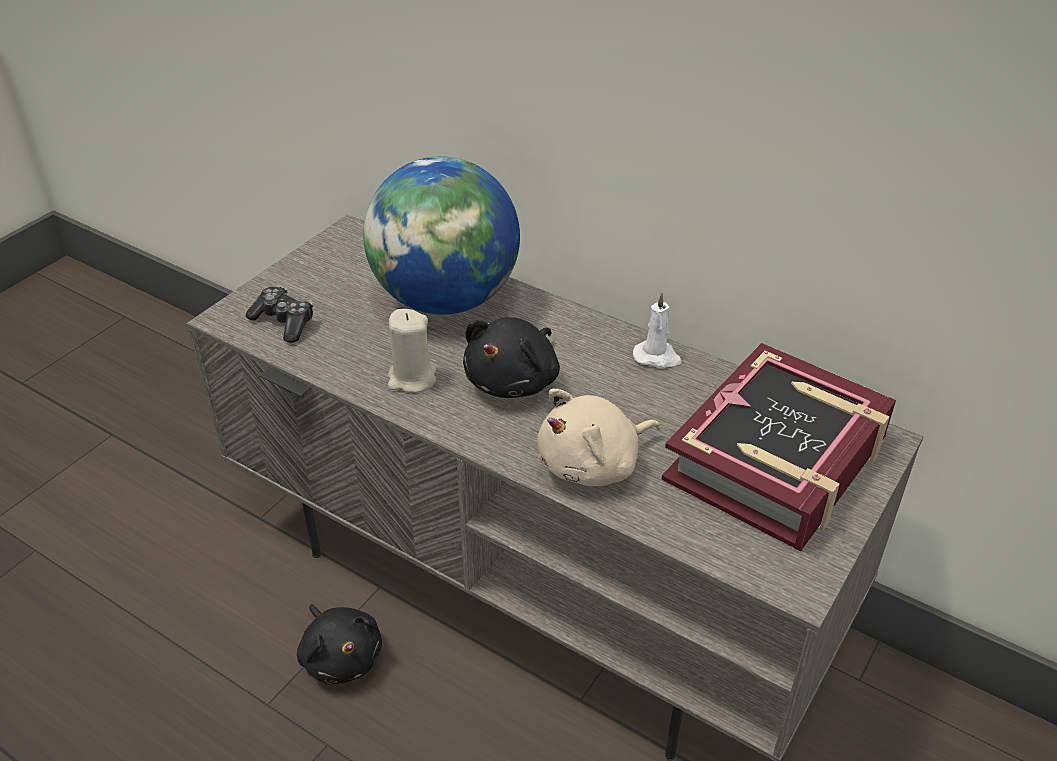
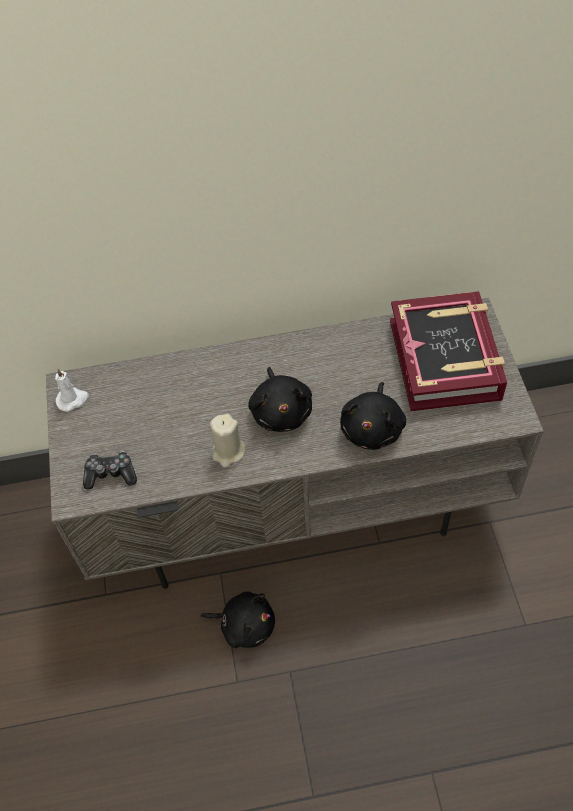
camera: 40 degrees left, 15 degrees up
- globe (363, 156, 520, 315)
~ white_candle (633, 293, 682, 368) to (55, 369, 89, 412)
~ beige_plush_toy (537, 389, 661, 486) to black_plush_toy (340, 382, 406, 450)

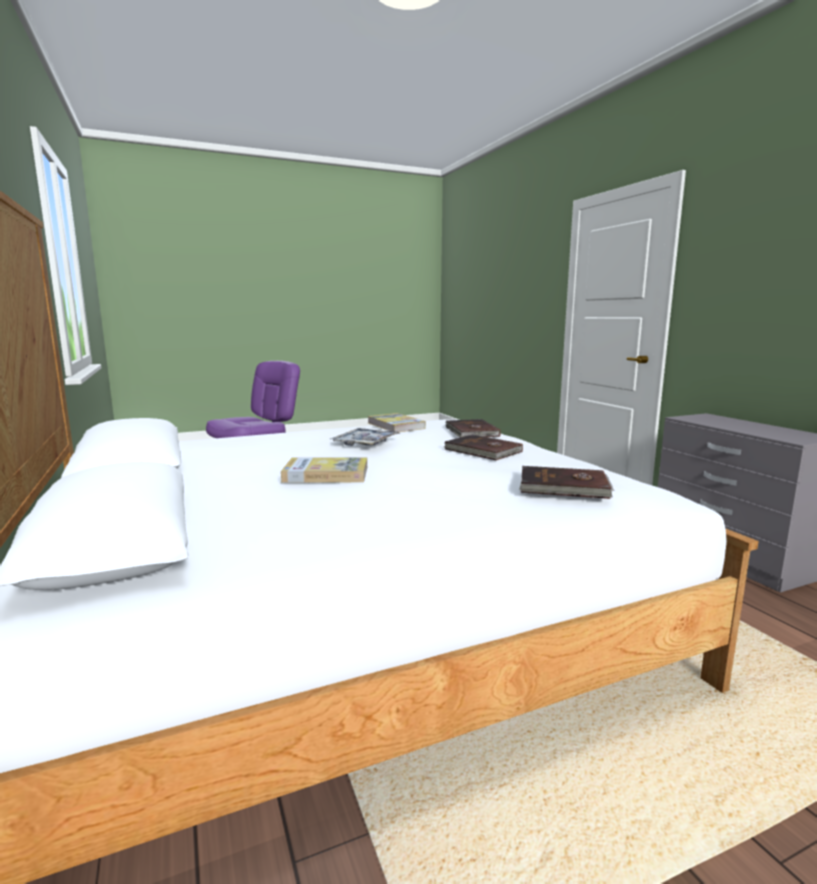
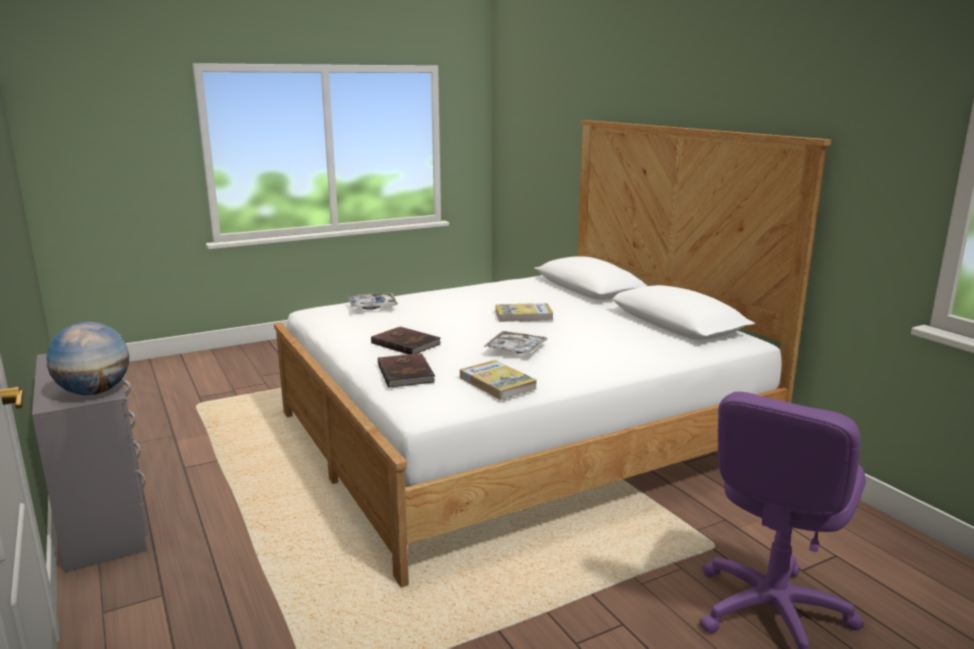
camera: 175 degrees right, 5 degrees up
+ globe (46, 322, 129, 395)
~ brown_book (519, 466, 614, 499) to tray (348, 293, 398, 310)

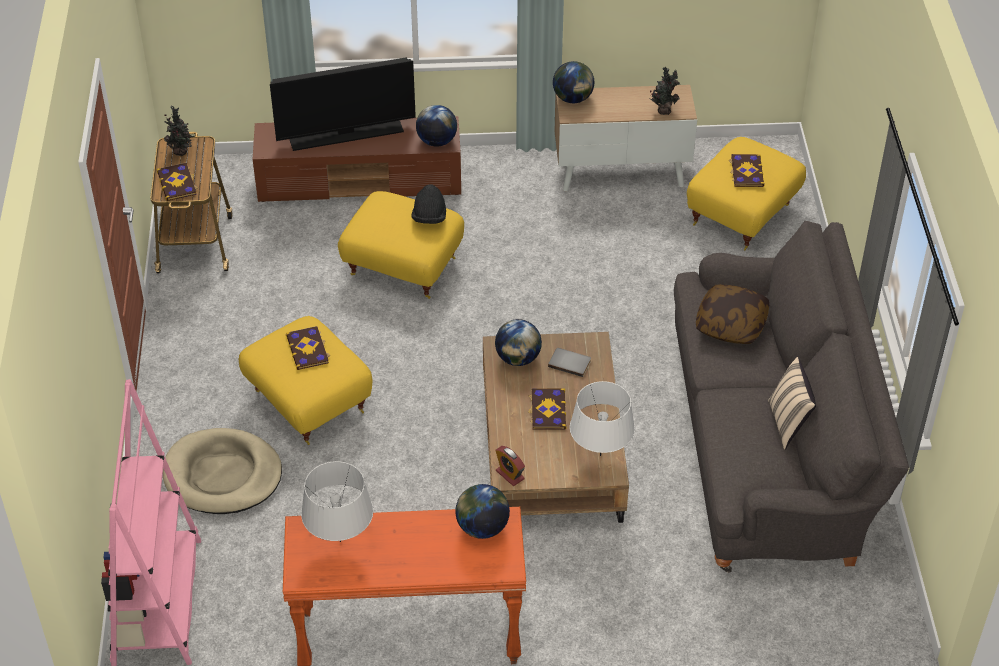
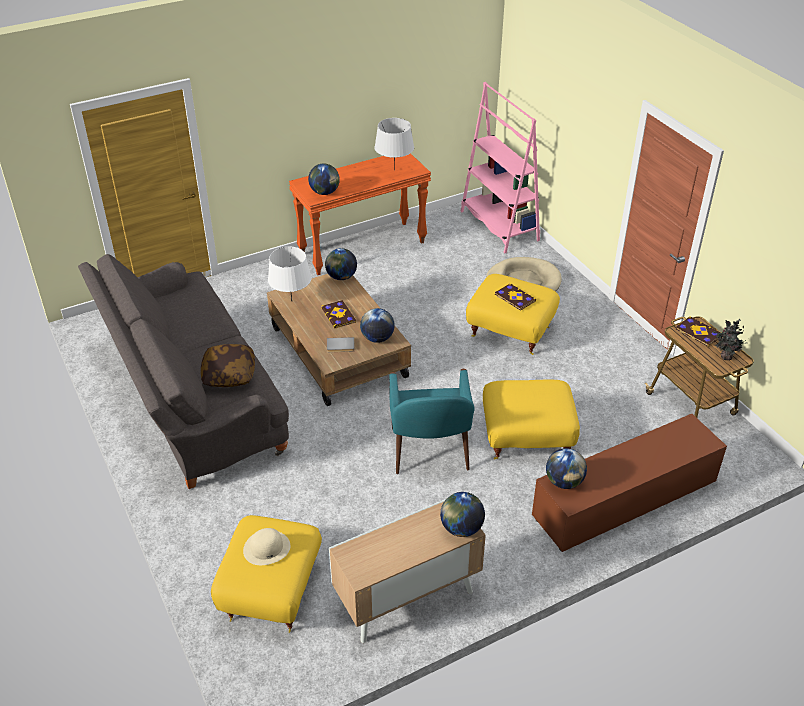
camera: 155 degrees right, 5 degrees down
- television (270, 57, 416, 151)
- black_hat (412, 184, 446, 224)
- potted_plant (649, 67, 680, 115)
- beige_pillow (768, 357, 816, 450)
+ turquoise_armchair (389, 369, 475, 474)
~ alarm_clock (495, 446, 525, 486) to globe (325, 248, 357, 280)
~ book (729, 154, 765, 187) to beige_hat (243, 528, 290, 565)

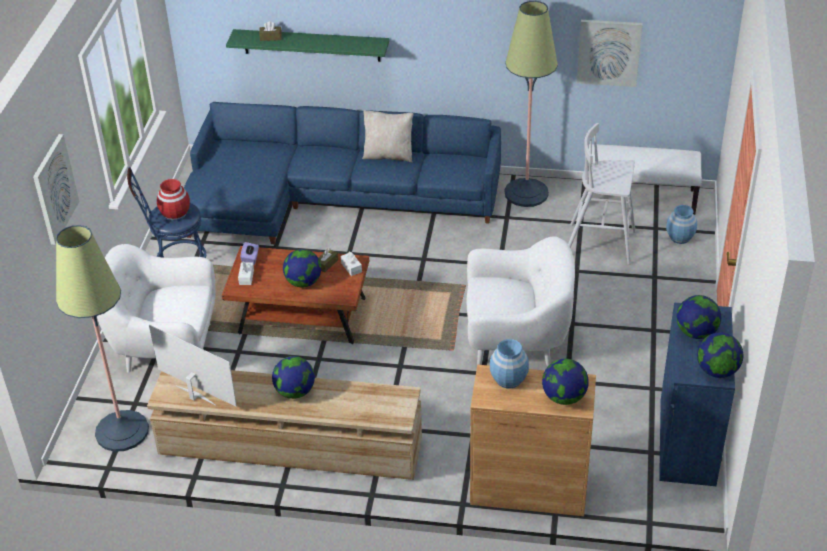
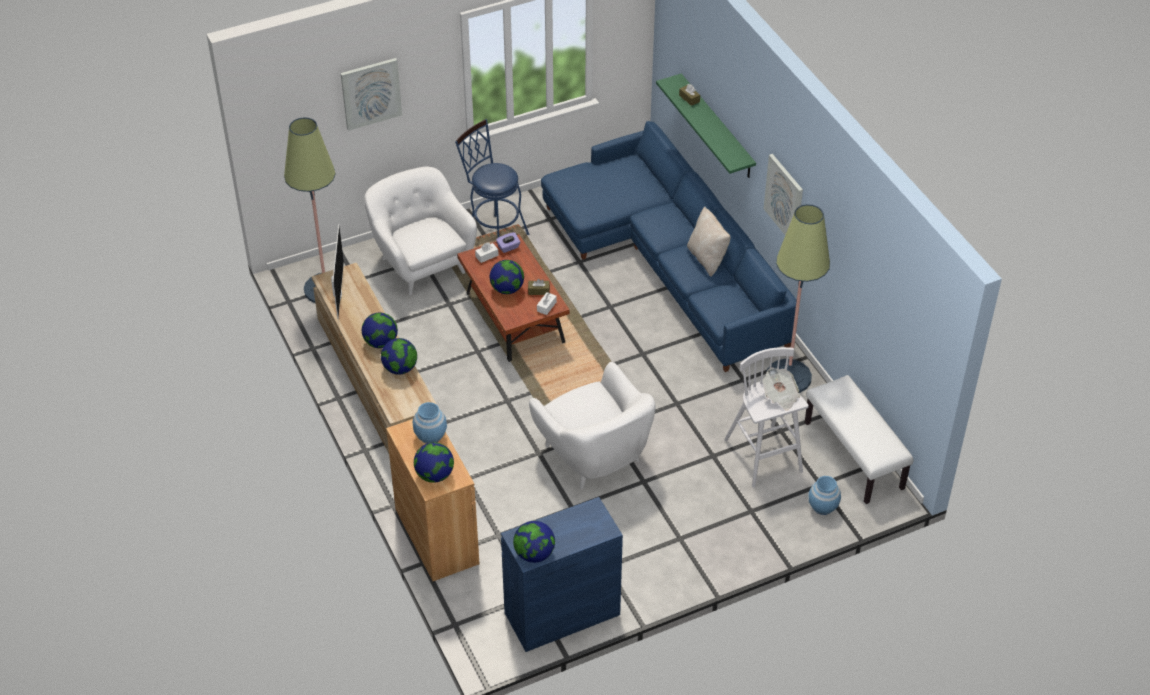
camera: 55 degrees right, 5 degrees up
- red_vase (157, 179, 190, 221)
+ newspaper (762, 367, 801, 411)
~ picture (577, 20, 643, 87) to (764, 154, 803, 235)
~ globe (676, 295, 721, 339) to (381, 338, 417, 375)

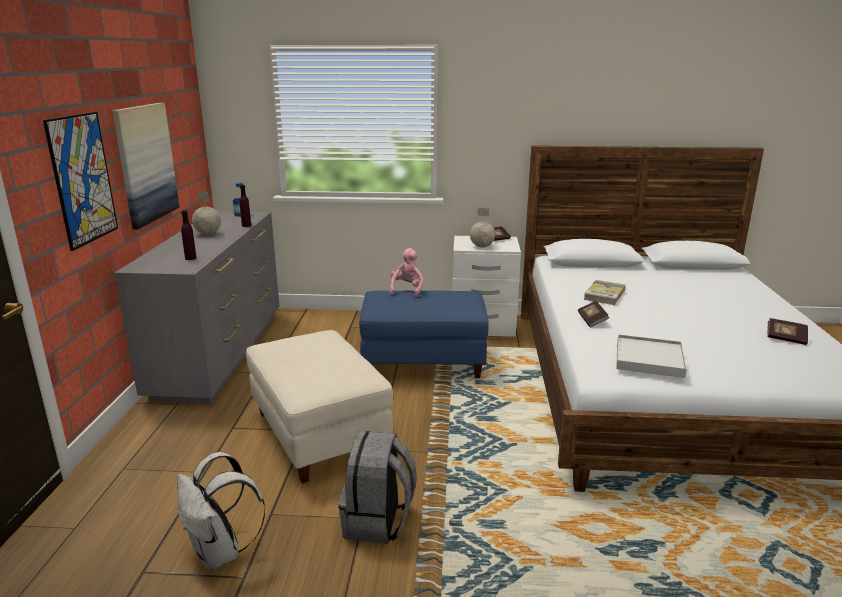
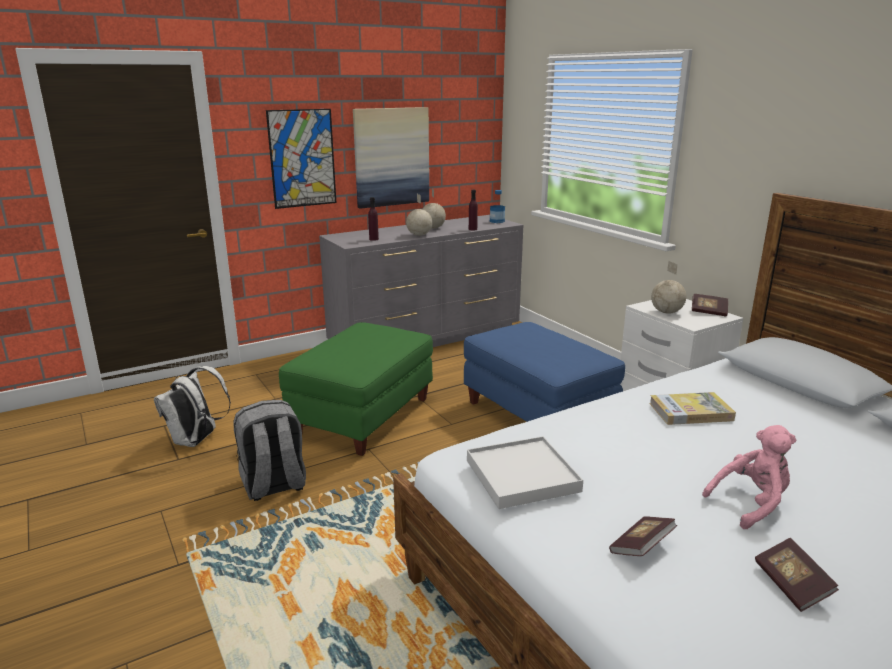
camera: 55 degrees right, 0 degrees up
+ globe (406, 194, 432, 236)
~ pink_plush_toy (389, 248, 424, 298) to (702, 425, 796, 529)
~ book (578, 301, 609, 328) to (609, 516, 677, 556)
~ beige_ottoman (246, 330, 393, 483) to green_ottoman (279, 322, 433, 456)

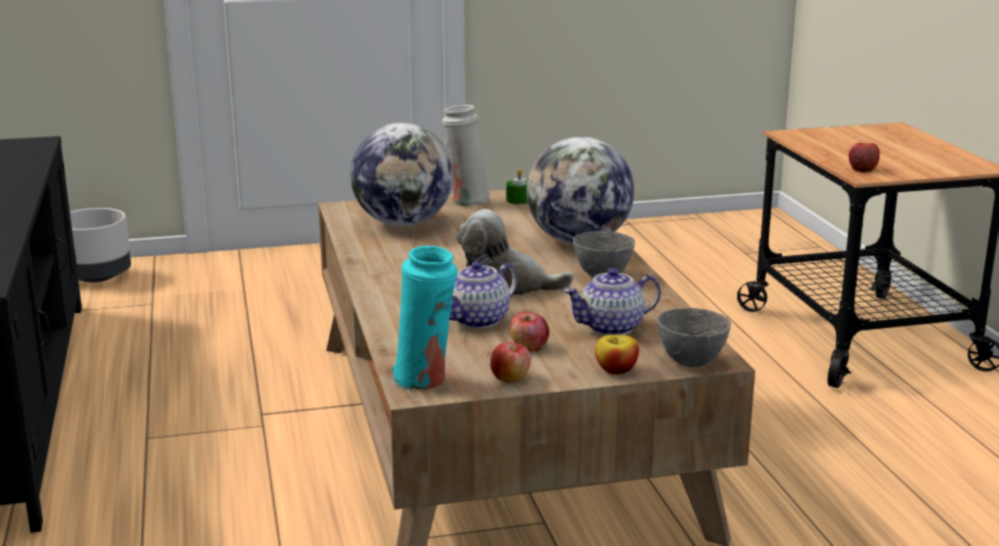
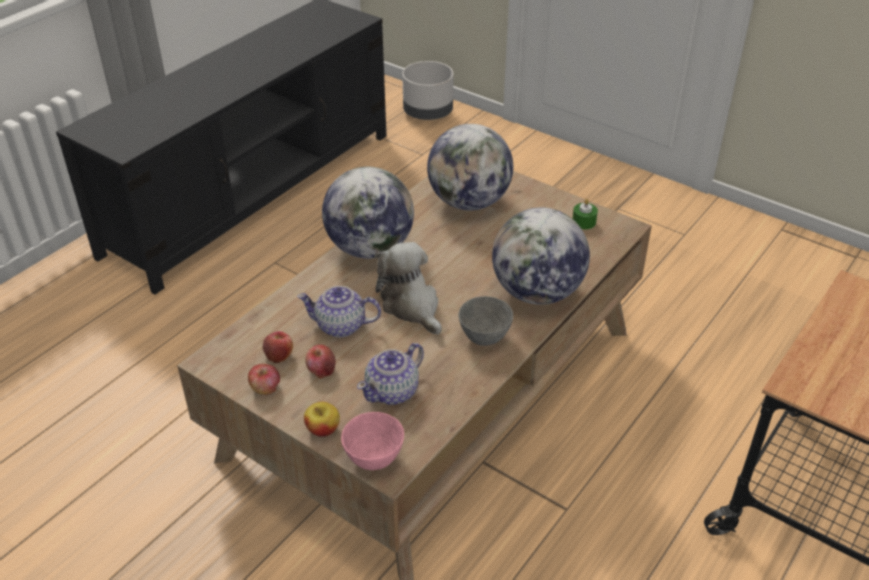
camera: 50 degrees right, 20 degrees up
- turquoise_vase (392, 246, 458, 389)
- white_vase (442, 105, 490, 207)
+ globe (322, 167, 414, 259)
~ apple (849, 143, 880, 172) to (263, 331, 293, 363)
~ grey_bowl (657, 308, 731, 367) to pink_bowl (341, 412, 404, 470)
~ teapot (563, 268, 661, 336) = (357, 343, 424, 405) 75 degrees counterclockwise

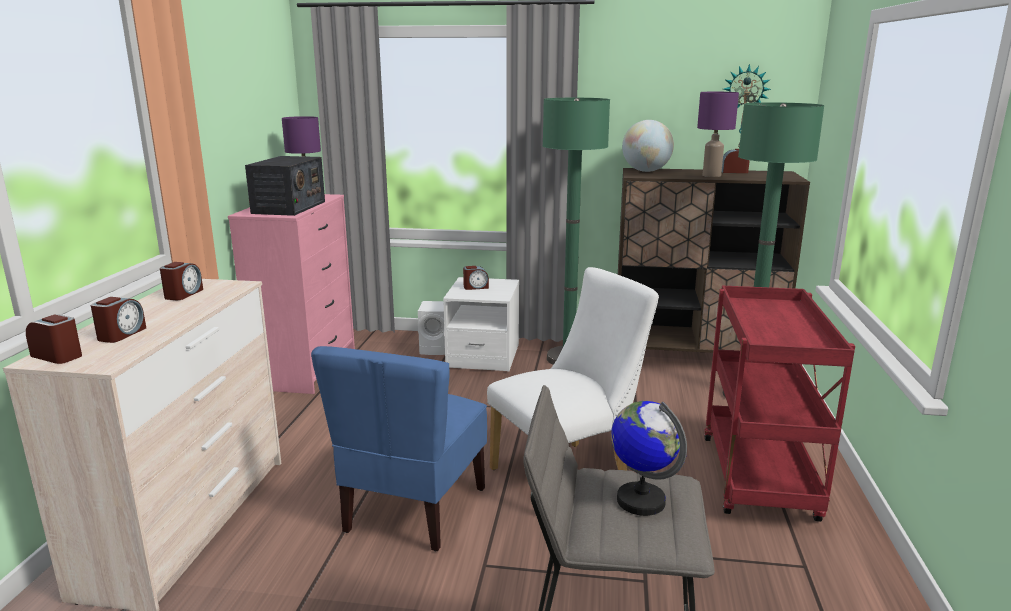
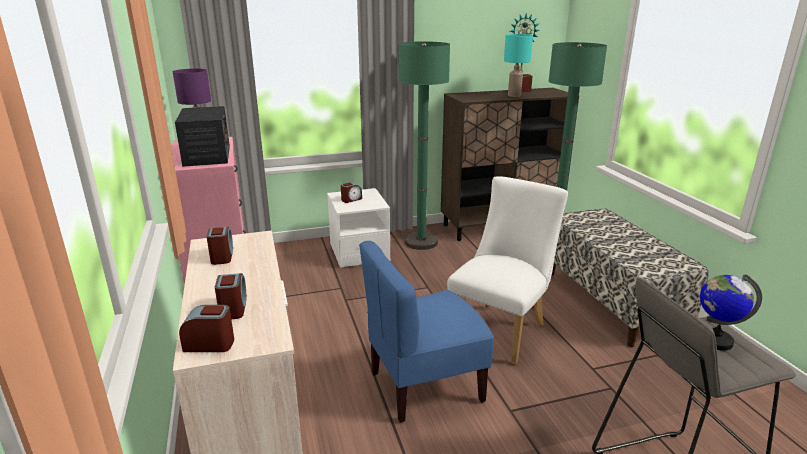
camera: 25 degrees left, 5 degrees up
- white_speaker (418, 301, 445, 355)
- globe (622, 120, 674, 172)
~ red_cart (704, 285, 855, 522) to bench (552, 208, 709, 347)
~ purple_table_lamp (697, 92, 739, 177) to turquoise_table_lamp (504, 34, 533, 97)
~ blue_chair (311, 346, 487, 551) = (360, 241, 494, 423) 75 degrees clockwise

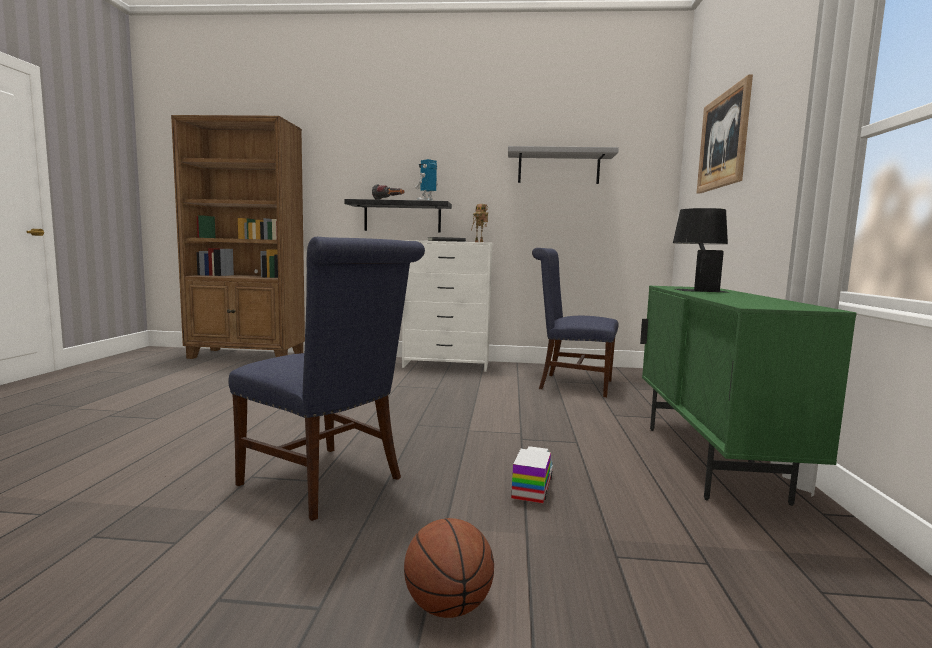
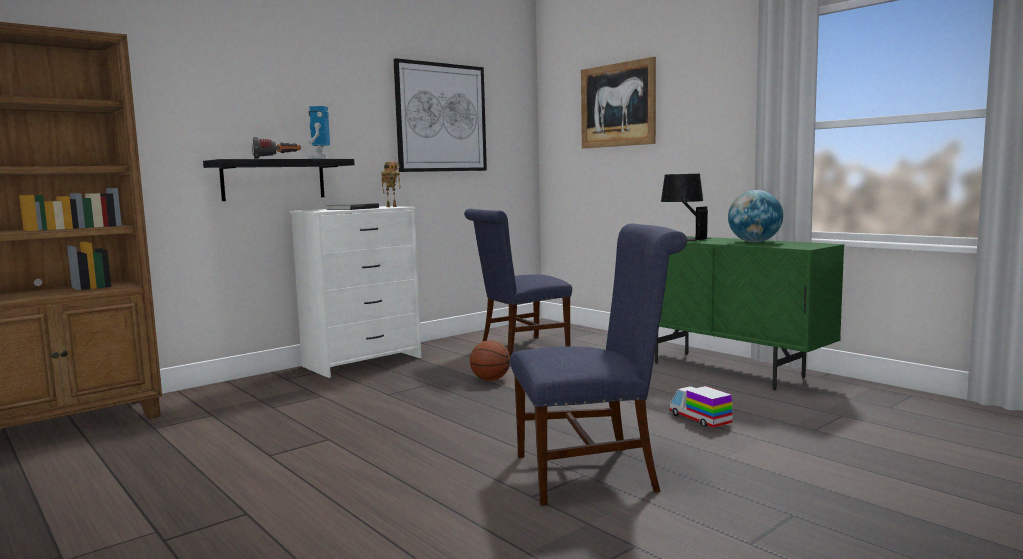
camera: 45 degrees left, 0 degrees up
+ globe (728, 190, 783, 242)
~ basketball (404, 518, 494, 618) to (470, 340, 510, 381)
~ grey_shelf (508, 146, 619, 184) to picture (393, 58, 487, 172)

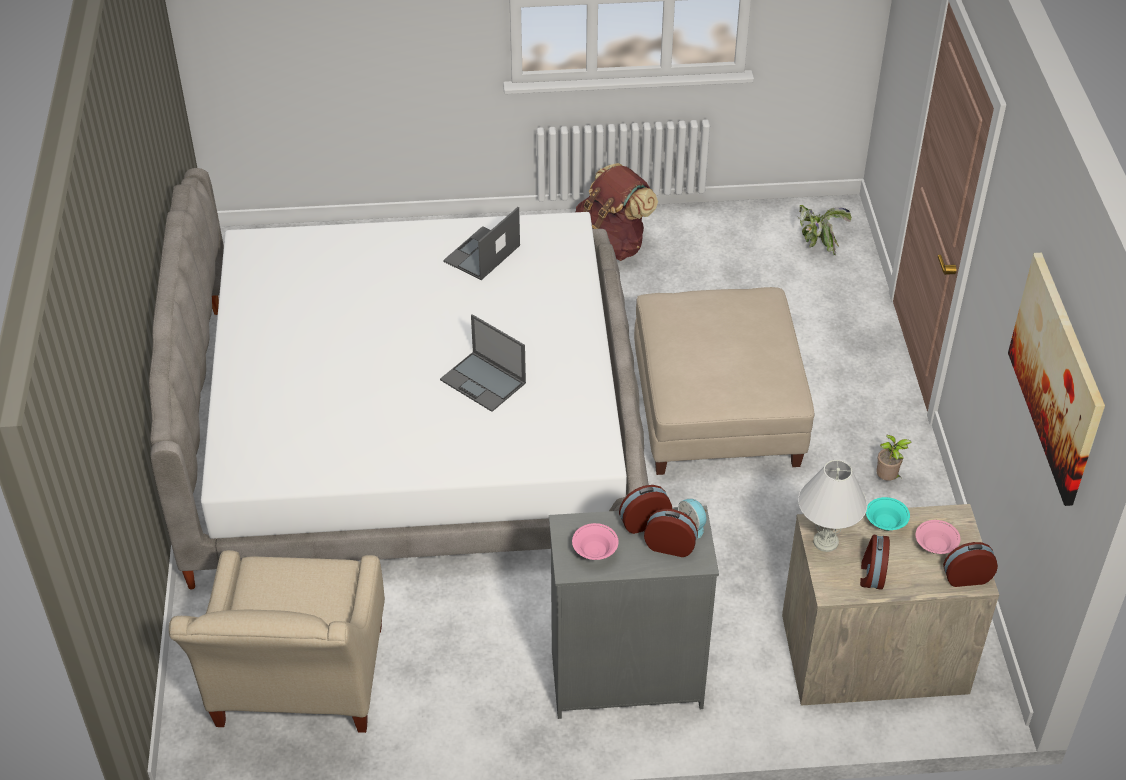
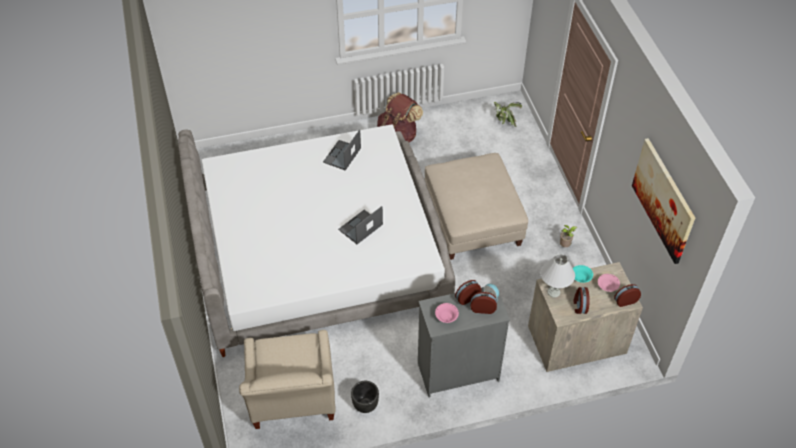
camera: 10 degrees left, 5 degrees up
+ black_planter (351, 381, 379, 413)
~ laptop (440, 314, 526, 412) = (338, 206, 383, 244) 105 degrees clockwise

